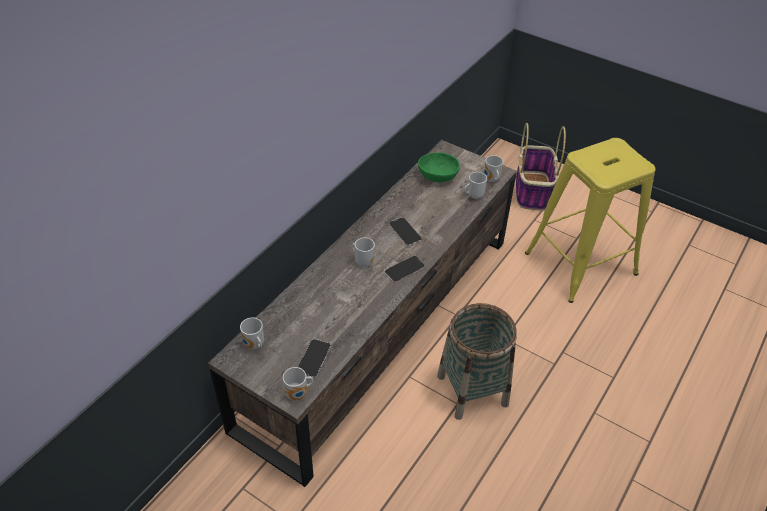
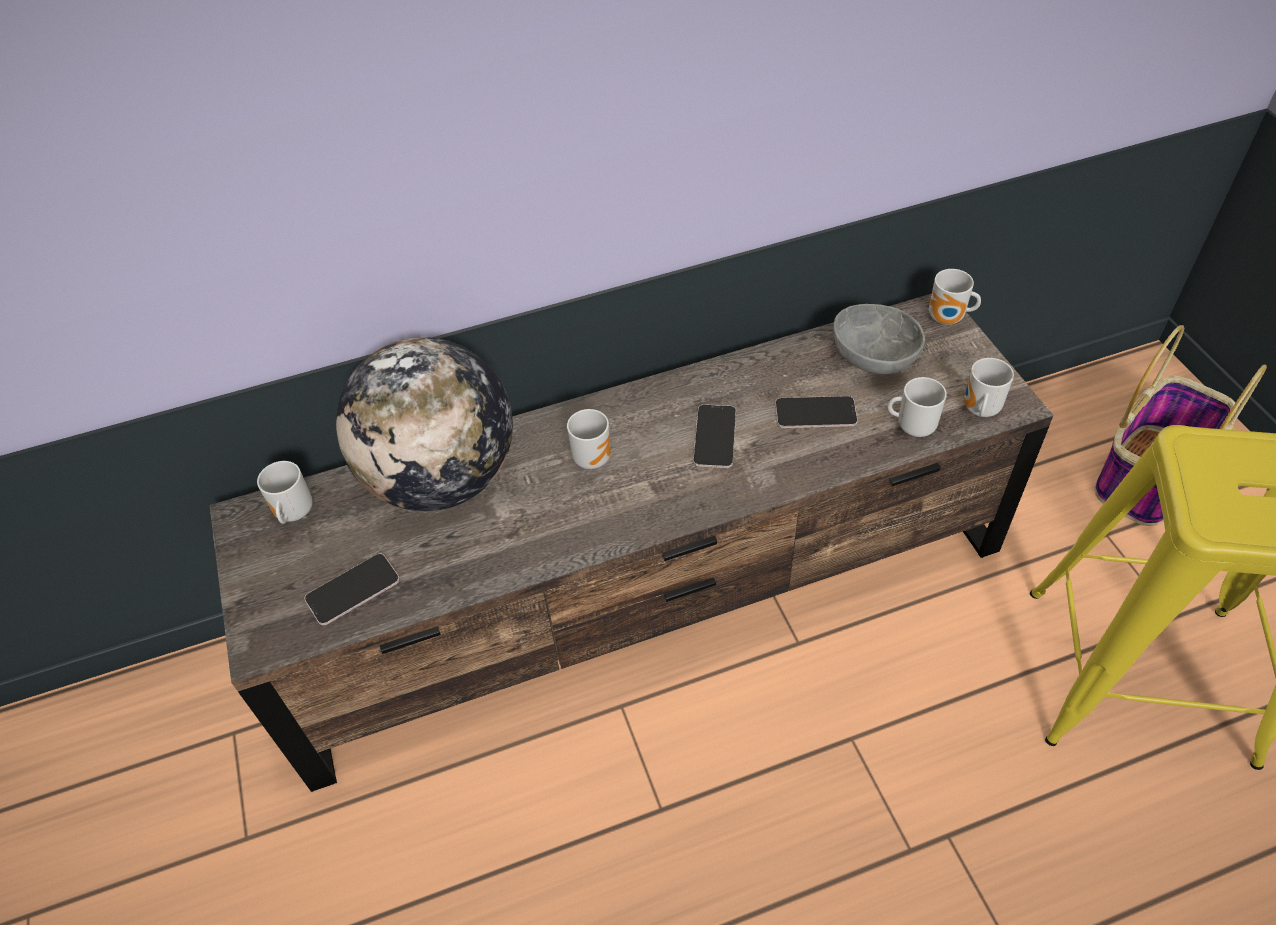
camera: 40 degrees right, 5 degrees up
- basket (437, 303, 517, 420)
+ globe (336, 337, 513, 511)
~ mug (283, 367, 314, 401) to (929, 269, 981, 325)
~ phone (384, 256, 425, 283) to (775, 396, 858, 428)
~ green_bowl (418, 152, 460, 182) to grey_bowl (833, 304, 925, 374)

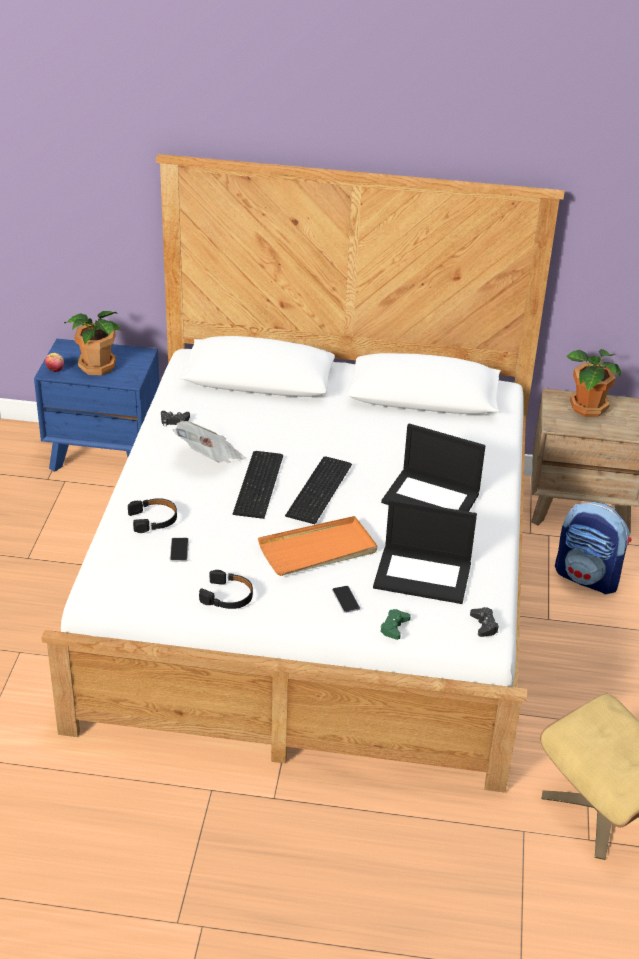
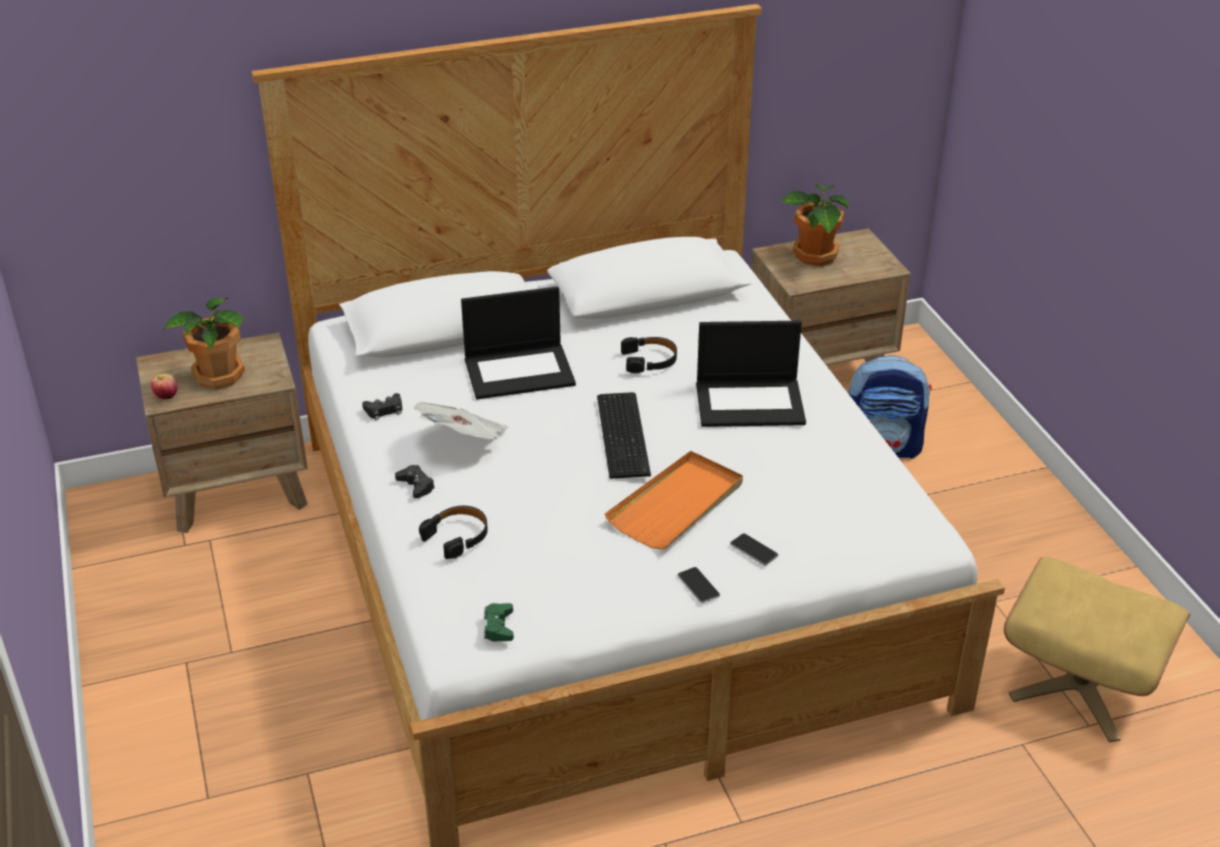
camera: 25 degrees left, 0 degrees up
- keyboard (233, 451, 283, 519)
~ phone (170, 538, 189, 562) to (677, 567, 720, 603)
~ black_headphones (199, 570, 253, 609) to (621, 337, 677, 373)
~ laptop (373, 499, 477, 604) to (461, 286, 576, 399)
~ green_game_controller (380, 609, 411, 640) to (484, 603, 514, 641)
~ black_game_controller (470, 607, 499, 637) to (395, 465, 435, 499)
~ blue_nightstand (34, 339, 160, 472) to brown_nightstand (136, 332, 308, 533)

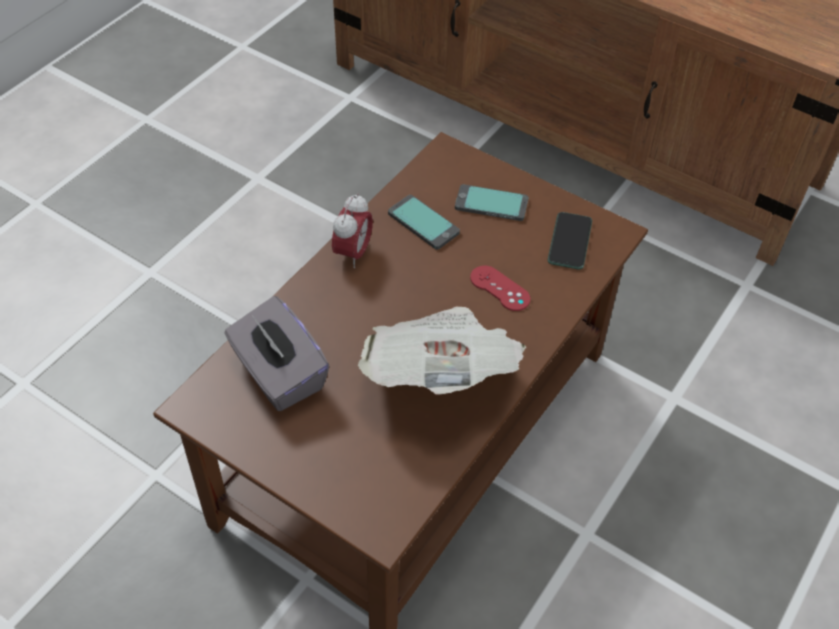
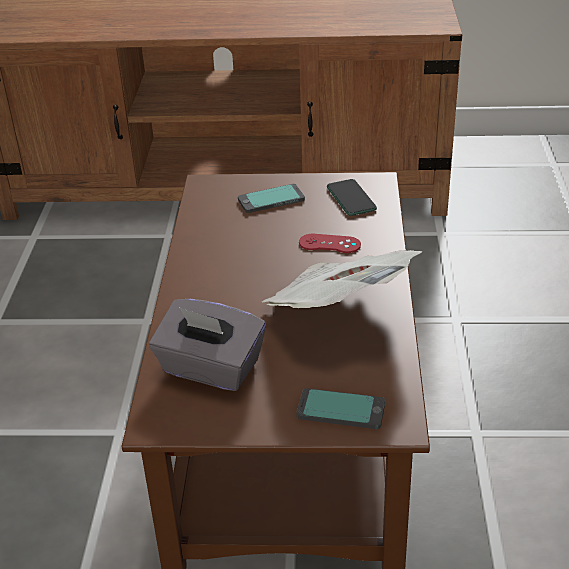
camera: 30 degrees left, 15 degrees down
- alarm_clock (332, 193, 373, 268)
~ phone (388, 195, 460, 250) to (296, 388, 385, 429)

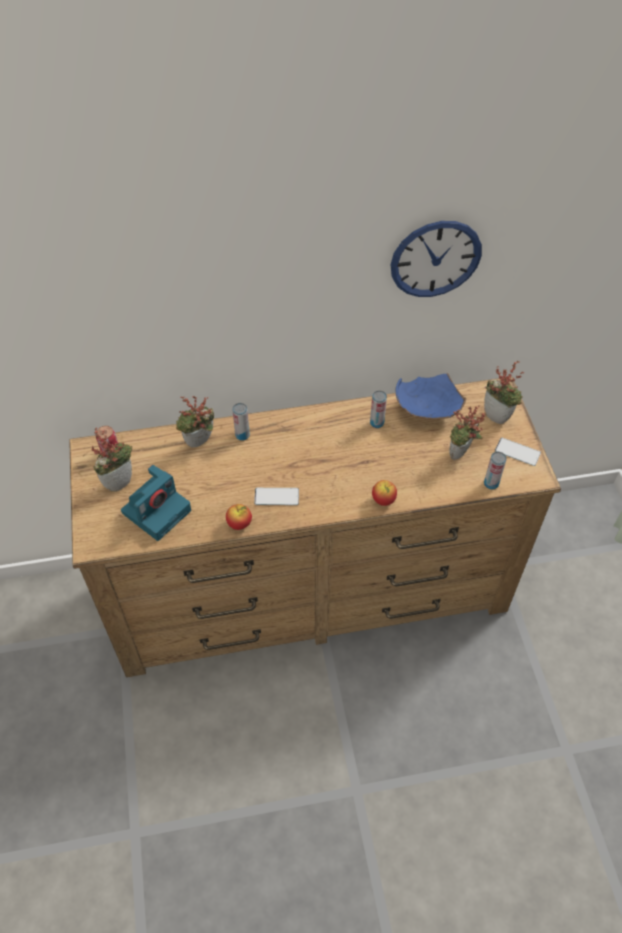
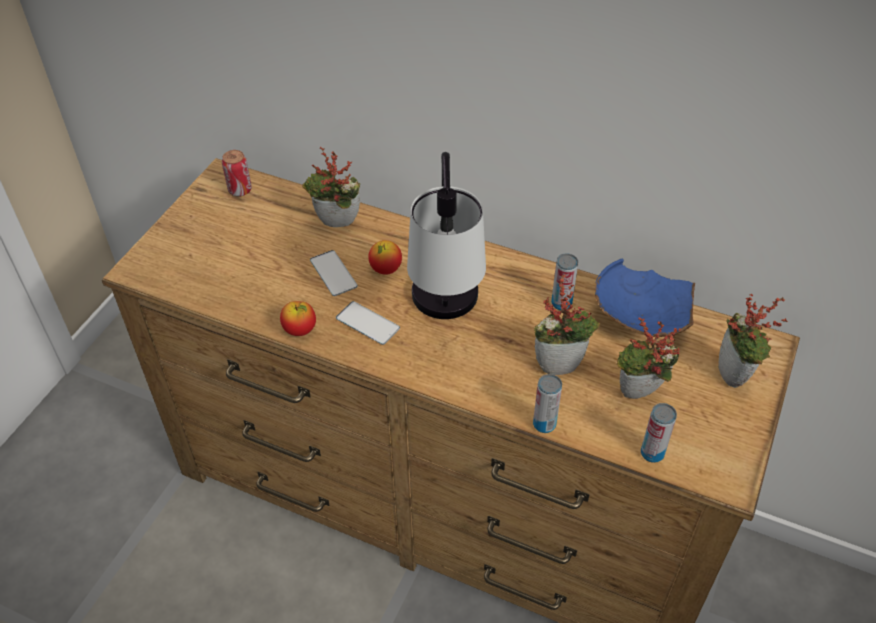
camera: 35 degrees right, 5 degrees down
- photo_camera (121, 465, 191, 541)
- wall_clock (391, 221, 482, 297)
+ table_lamp (407, 152, 486, 319)
~ potted_plant (92, 428, 132, 492) to (534, 275, 600, 375)
~ can (232, 403, 250, 441) to (533, 374, 562, 433)
~ apple (372, 480, 397, 506) to (368, 240, 402, 275)
~ phone (495, 438, 541, 466) to (310, 250, 358, 296)

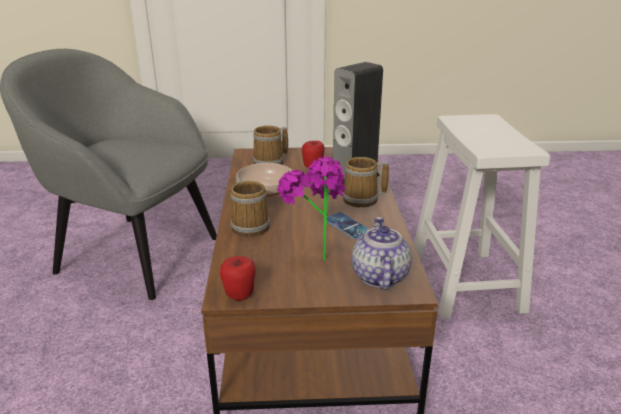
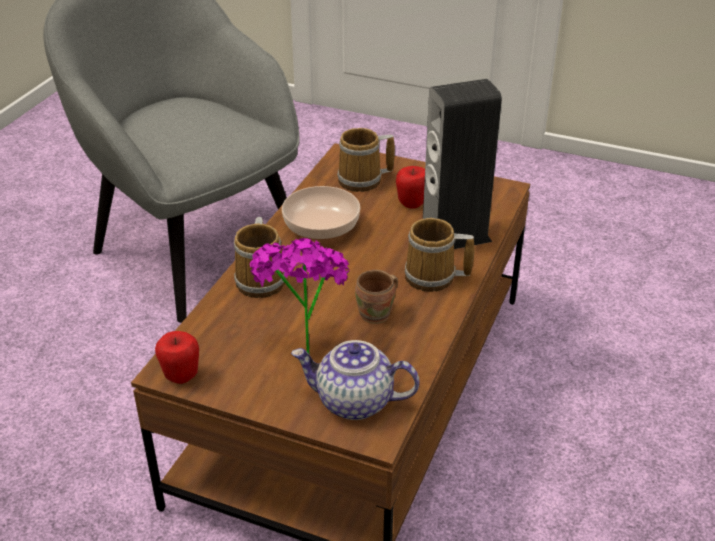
camera: 25 degrees right, 10 degrees up
- white_stool (414, 114, 550, 319)
~ phone (327, 212, 369, 239) to brown_mug (355, 270, 398, 324)
~ teapot (352, 217, 412, 290) = (291, 340, 419, 420) 105 degrees counterclockwise

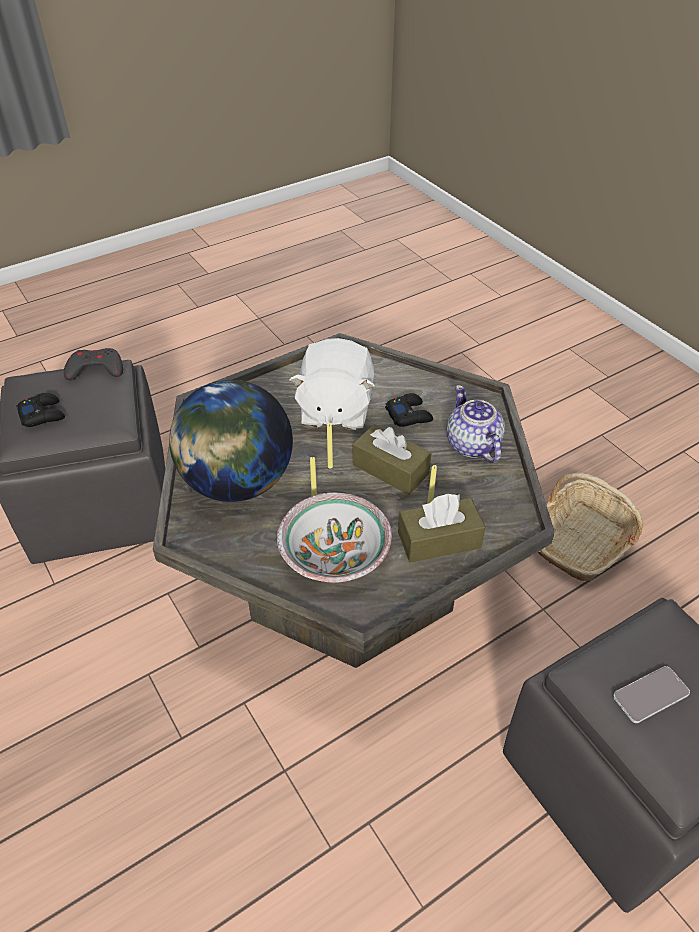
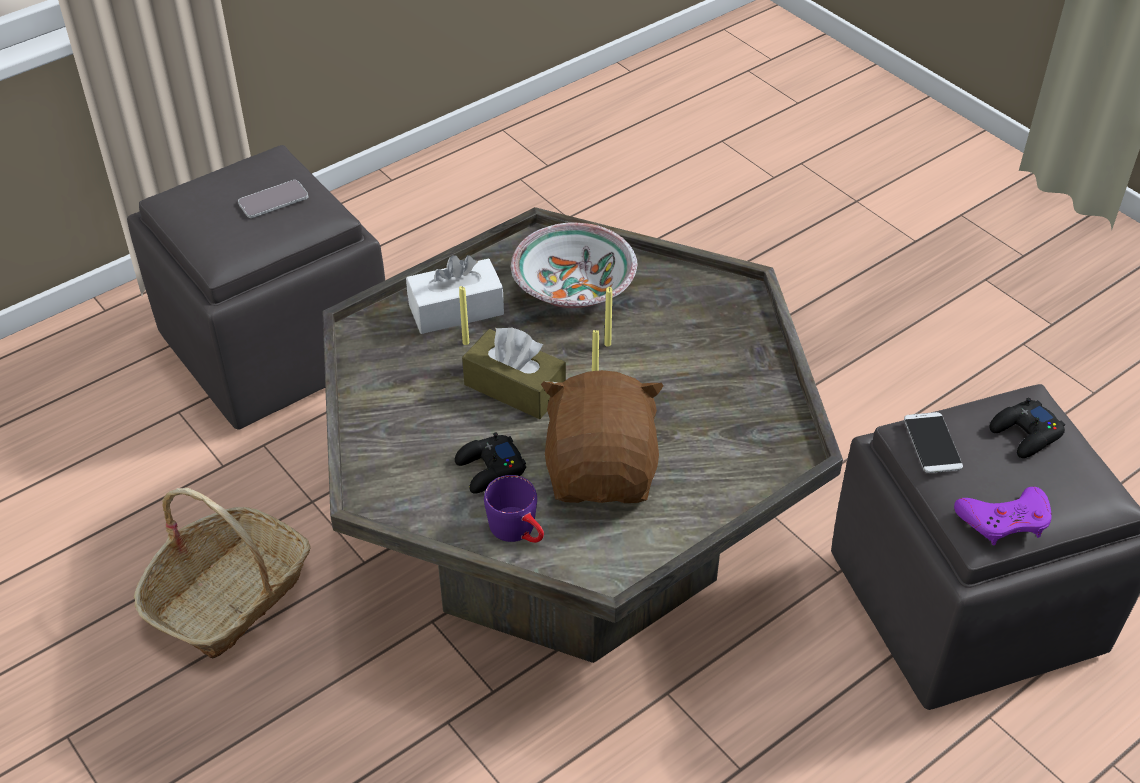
camera: 175 degrees right, 0 degrees up
- globe (169, 380, 293, 502)
- teapot (447, 385, 505, 463)
+ purple_mug (484, 475, 544, 543)
+ phone (904, 412, 963, 473)
~ grey_game_controller (64, 348, 123, 380) to purple_game_controller (954, 486, 1052, 545)
~ white_plush_toy (289, 338, 374, 430) to brown_plush_toy (541, 370, 664, 503)
~ brown_tissue_box (398, 494, 485, 563) to white_tissue_box (406, 255, 504, 334)

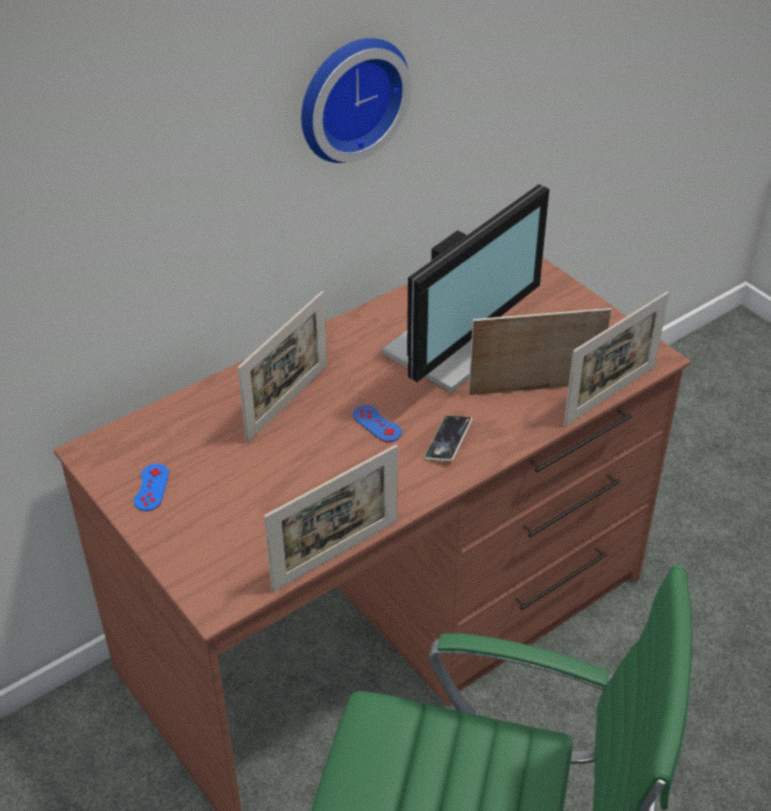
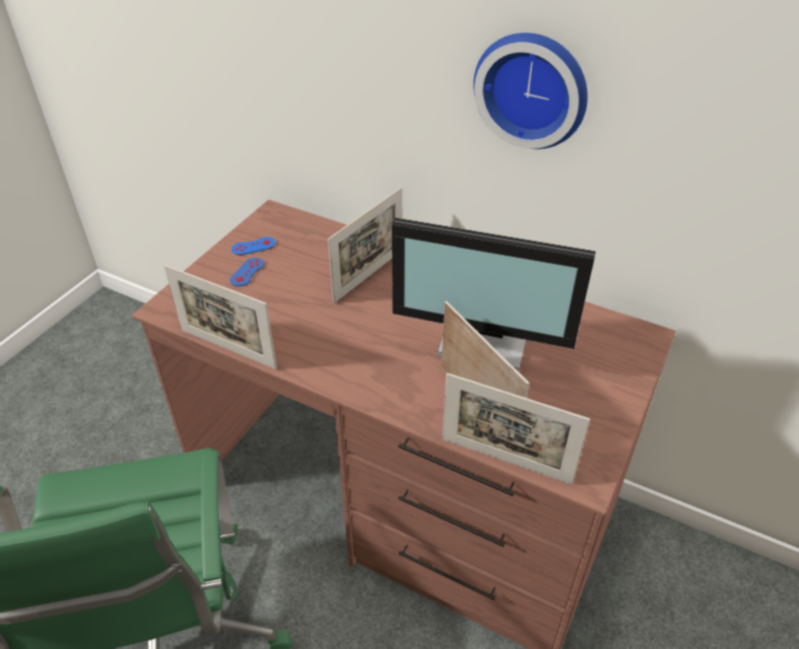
camera: 65 degrees right, 0 degrees up
- phone (424, 416, 472, 461)
~ blue_game_controller (353, 405, 402, 442) to (230, 258, 264, 287)
~ picture_frame (238, 291, 327, 443) = (328, 188, 402, 303) 60 degrees counterclockwise

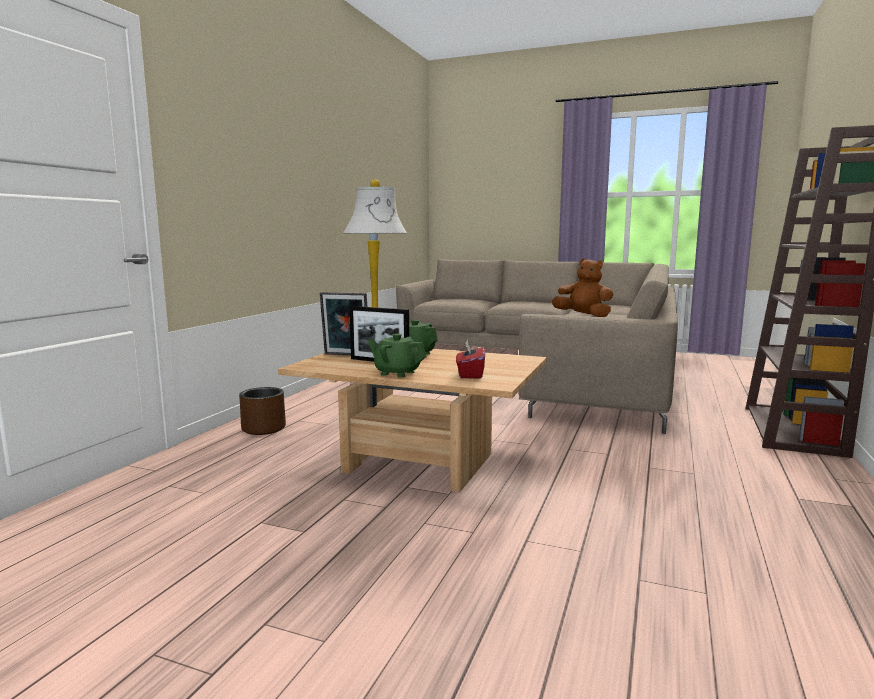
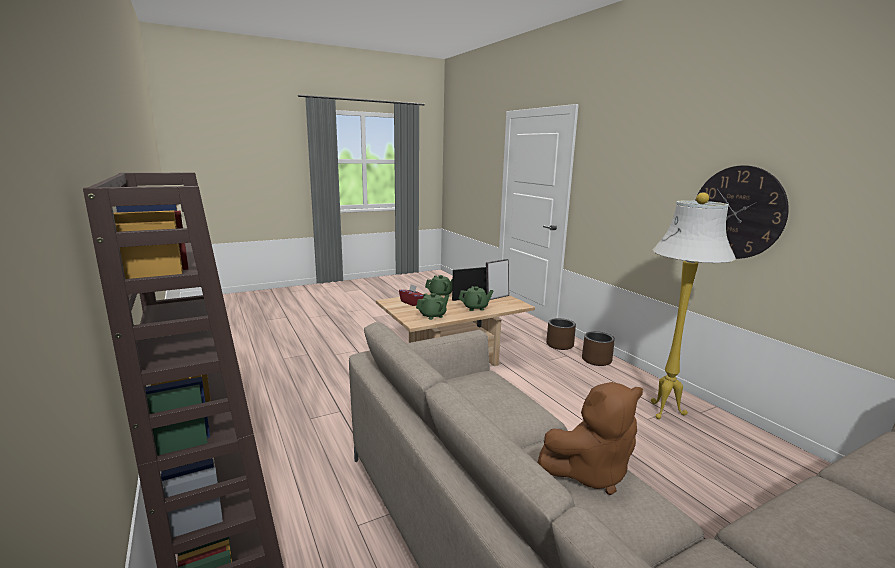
camera: 130 degrees right, 5 degrees up
+ green_teapot (416, 293, 449, 320)
+ brown_planter (582, 331, 615, 366)
+ wall_clock (695, 165, 789, 259)

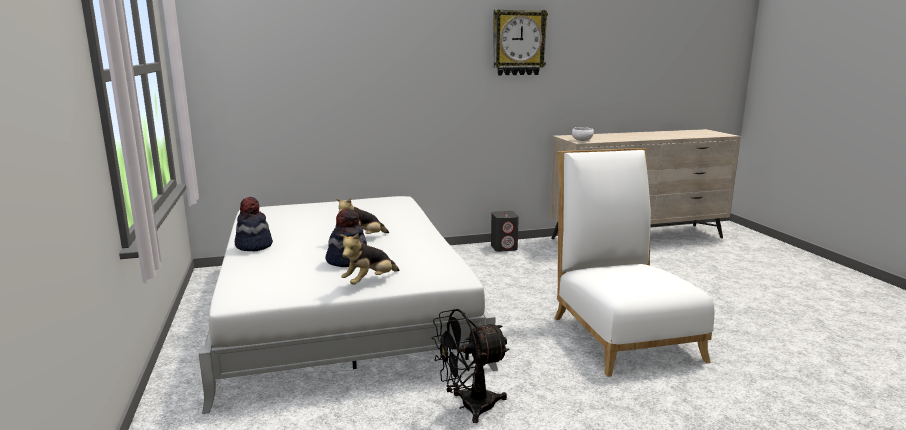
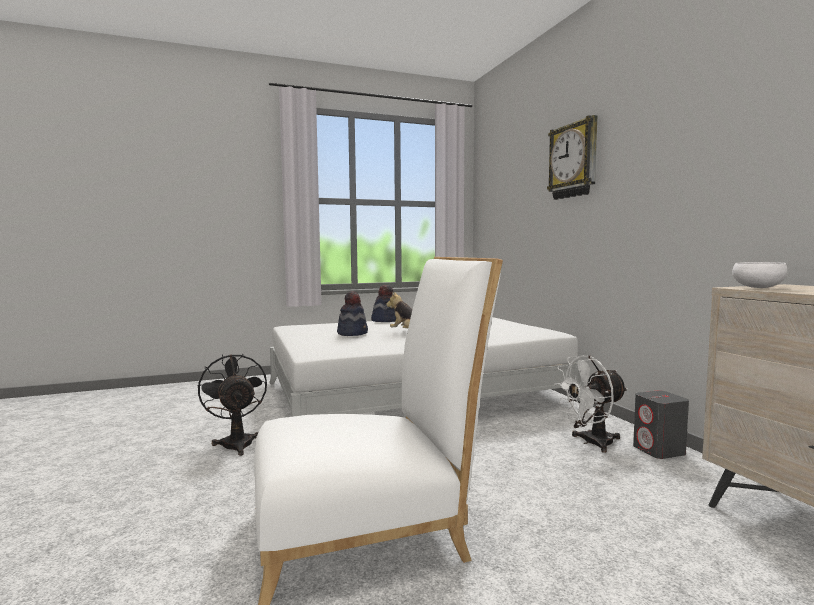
camera: 85 degrees right, 10 degrees down
- plush_toy (340, 234, 399, 285)
+ white_fan (554, 355, 628, 453)
~ wall_clock (493, 10, 548, 75) to (547, 115, 597, 200)

